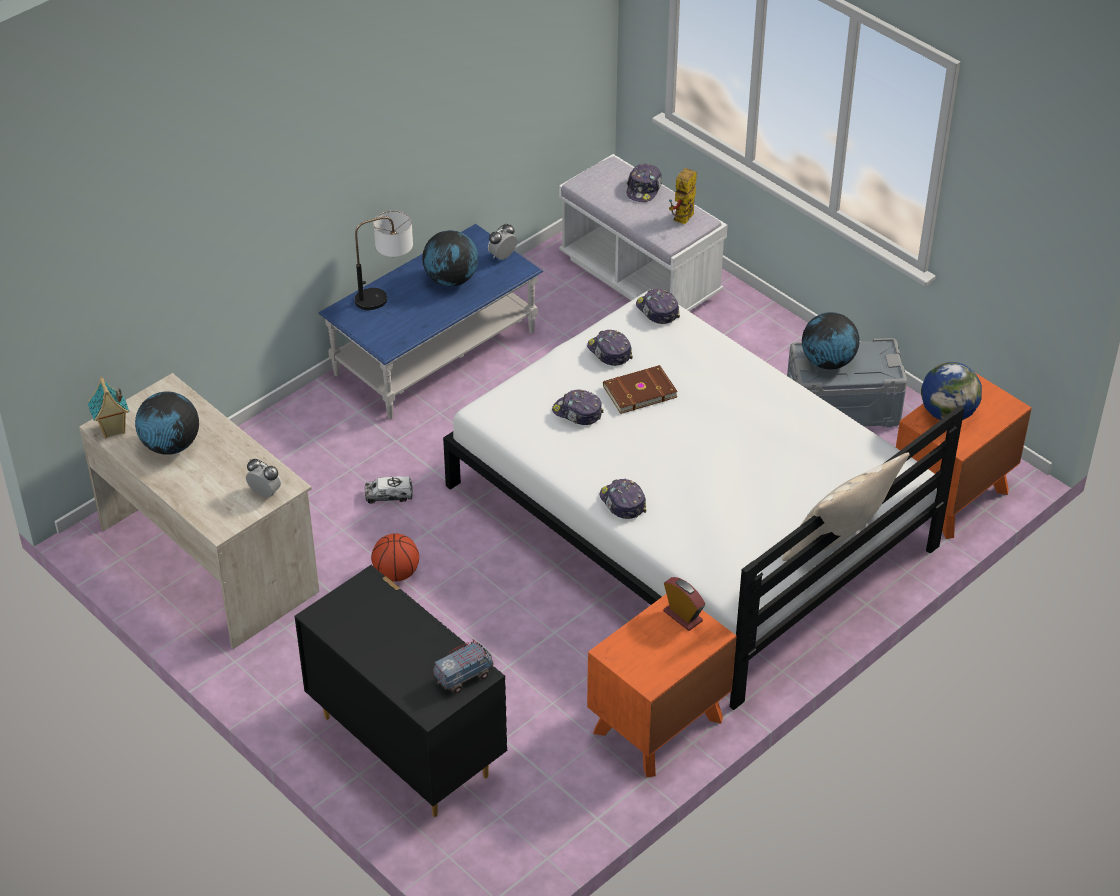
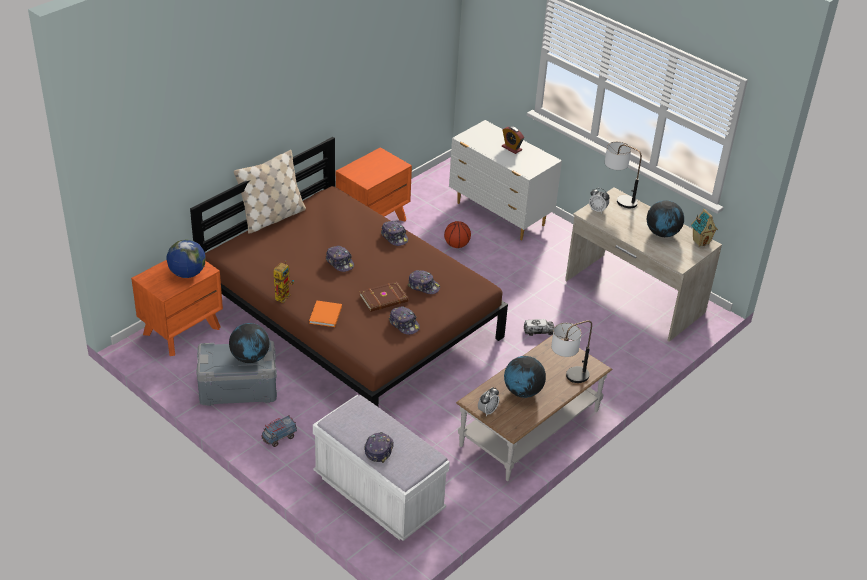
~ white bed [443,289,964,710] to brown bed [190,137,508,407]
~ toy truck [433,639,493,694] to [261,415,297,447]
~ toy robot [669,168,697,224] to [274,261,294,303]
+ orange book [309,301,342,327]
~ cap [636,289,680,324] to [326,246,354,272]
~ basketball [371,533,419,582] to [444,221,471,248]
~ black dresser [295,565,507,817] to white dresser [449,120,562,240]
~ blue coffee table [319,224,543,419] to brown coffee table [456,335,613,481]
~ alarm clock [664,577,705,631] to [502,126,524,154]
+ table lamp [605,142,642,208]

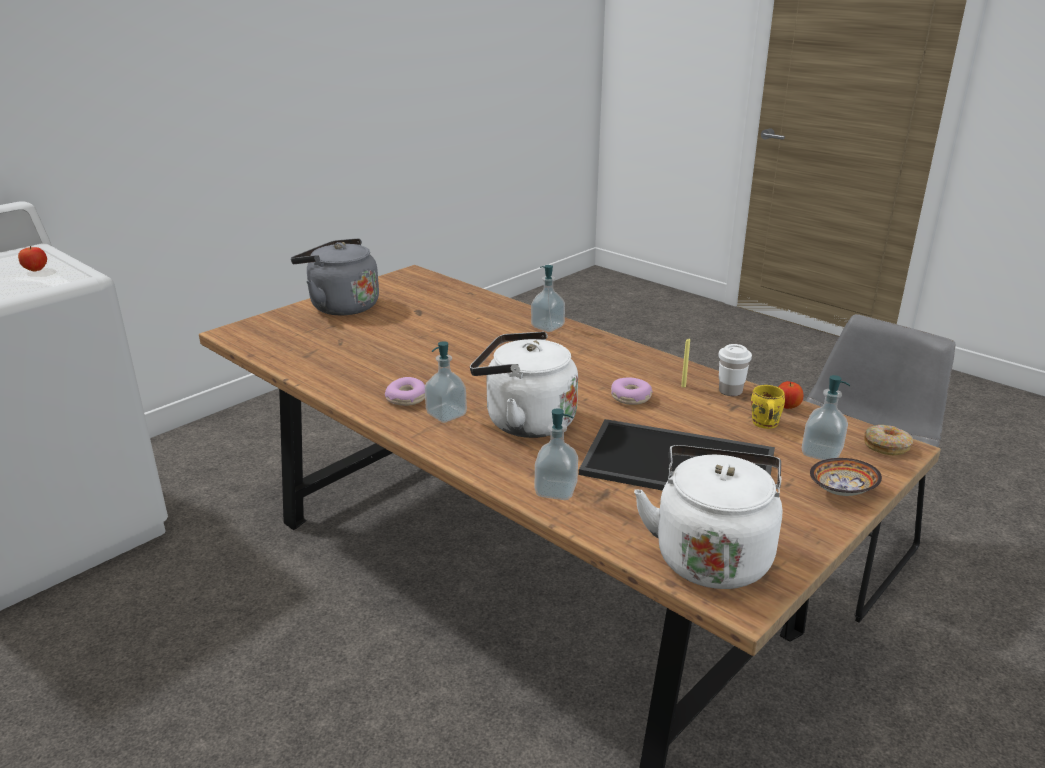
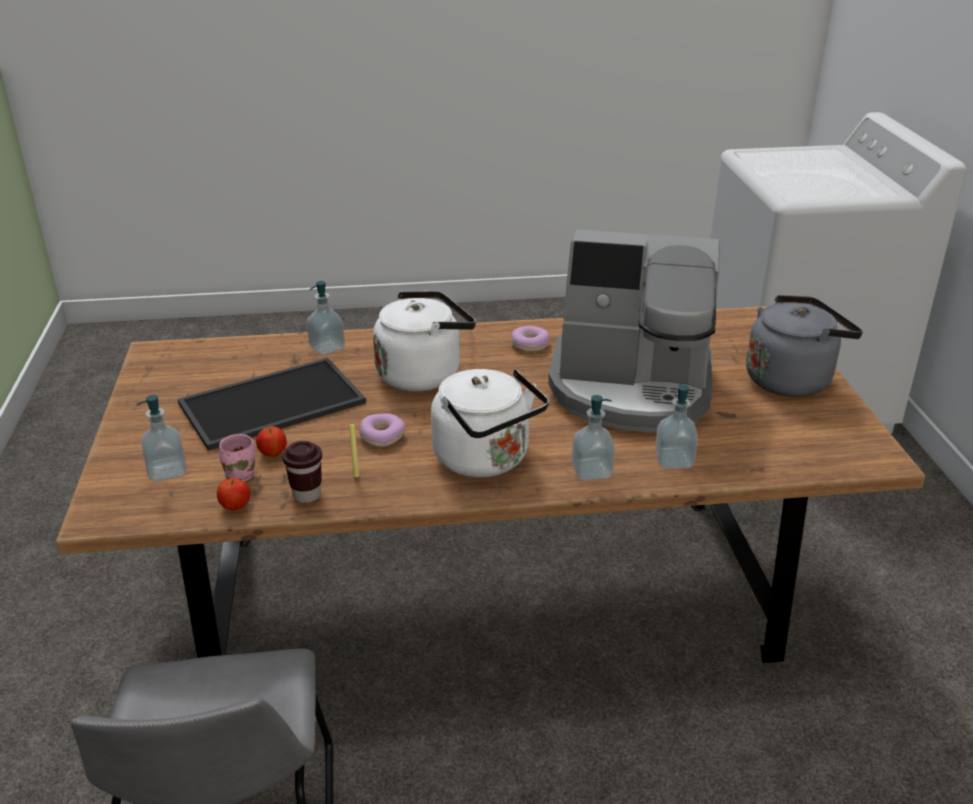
~ yellow mug [751,385,785,429] to pink mug [219,434,256,482]
~ apple [18,246,47,272] to [256,426,287,457]
~ white cup [718,344,752,396] to brown cup [282,441,322,503]
~ white kettle [634,445,783,589] to [431,369,549,478]
+ coffee machine [548,230,720,432]
~ soap dispenser [425,341,467,423] to [655,384,698,469]
- bowl [810,458,882,496]
- donut [864,425,913,455]

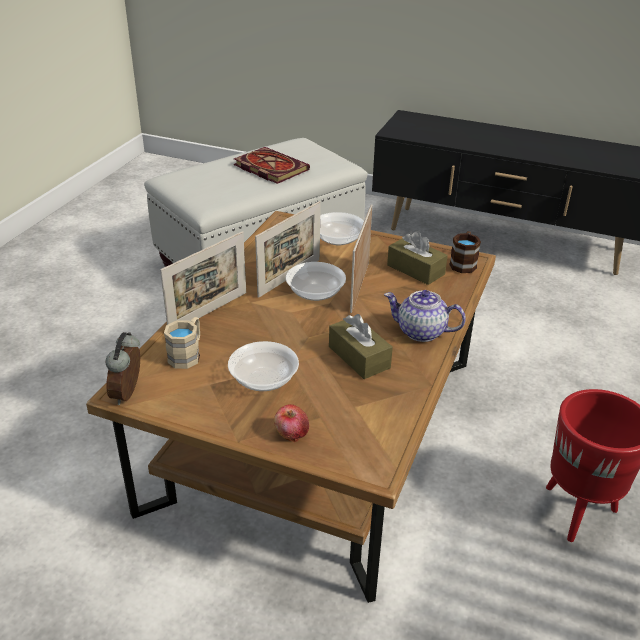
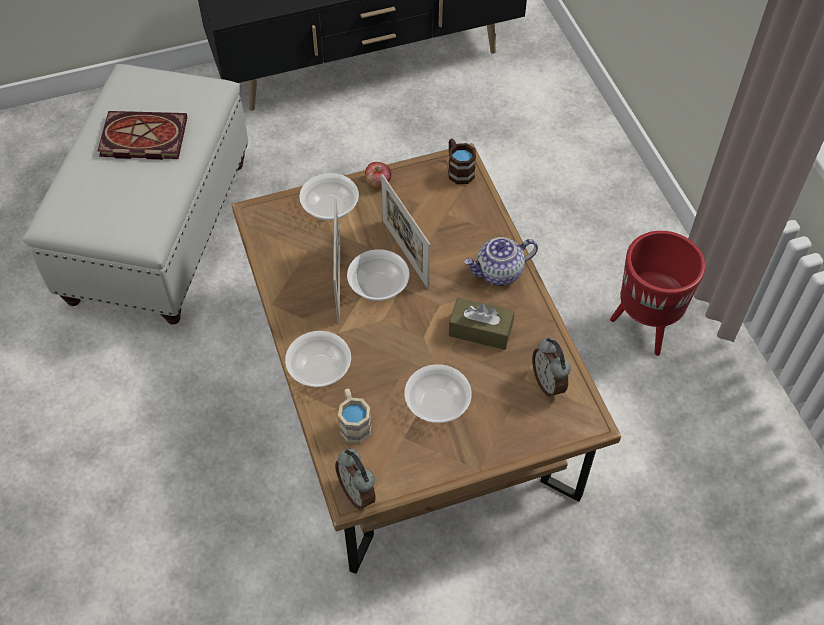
~ picture frame [160,231,246,325] to bowl [285,331,351,387]
~ apple [274,404,309,442] to [365,162,391,188]
+ alarm clock [532,338,571,398]
- brown tissue box [387,231,448,285]

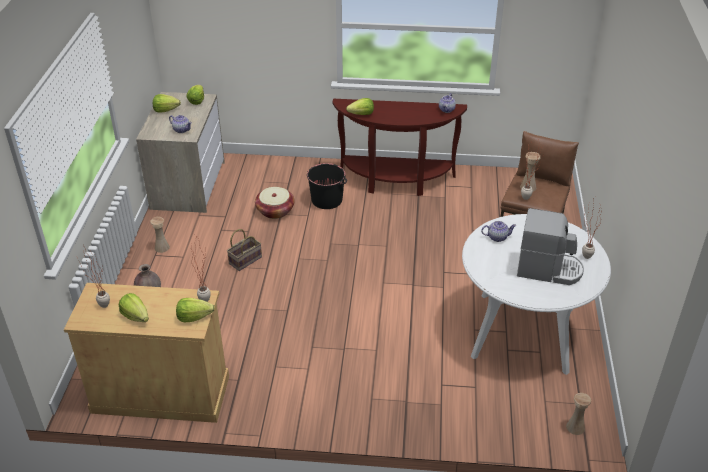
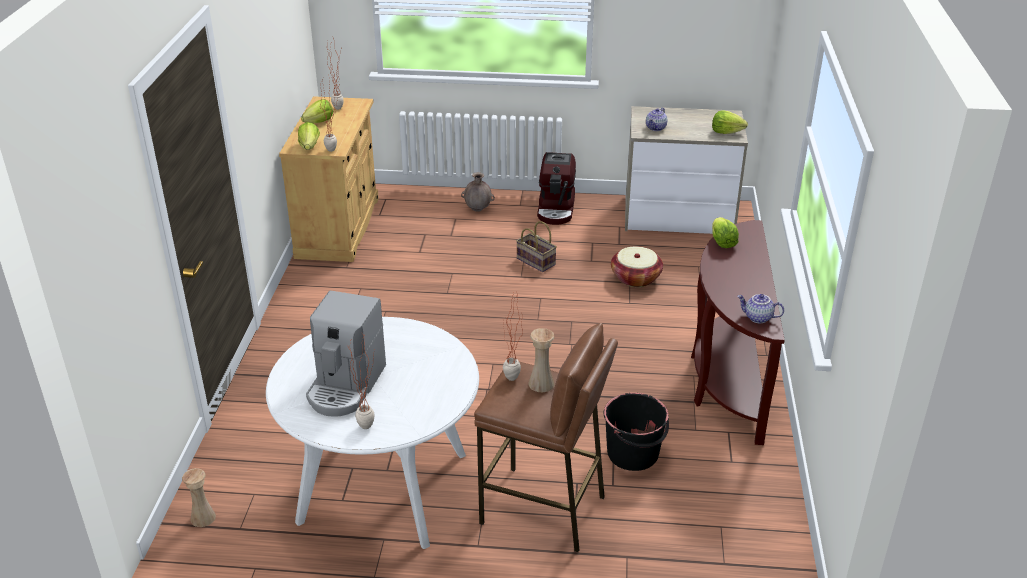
~ beige vase [150,217,170,253] to coffee machine [537,152,576,225]
~ black bucket [307,163,347,209] to [604,393,669,471]
- lettuce [153,94,181,113]
- teapot [481,221,516,242]

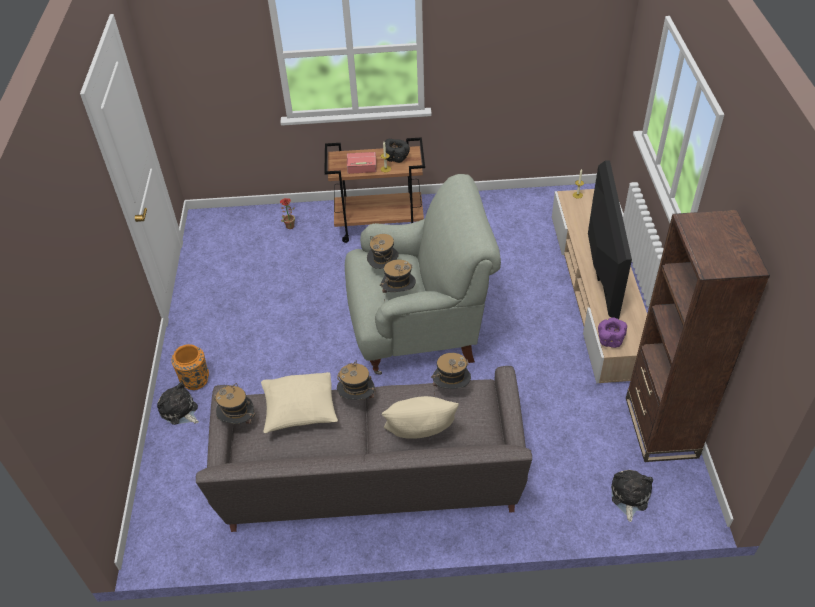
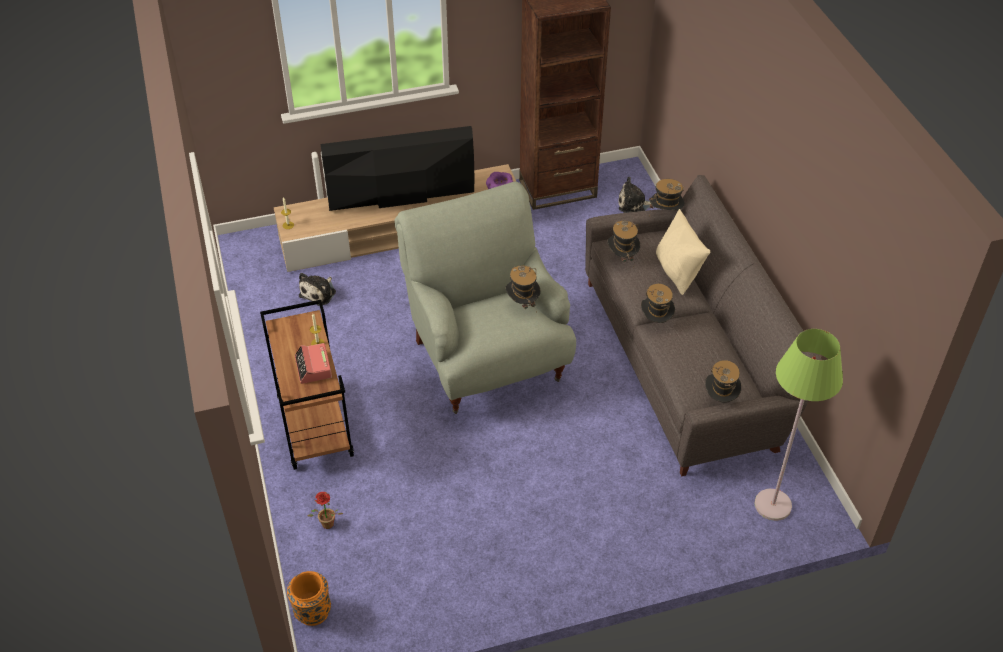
~ orange vase [171,344,209,390] to [287,571,331,626]
~ plush toy [157,382,199,425] to [299,273,336,306]
~ hat [367,234,399,269] to [649,179,685,217]
+ green floor lamp [755,329,843,521]
- beige pillow [261,372,338,433]
- black bowl [385,139,410,163]

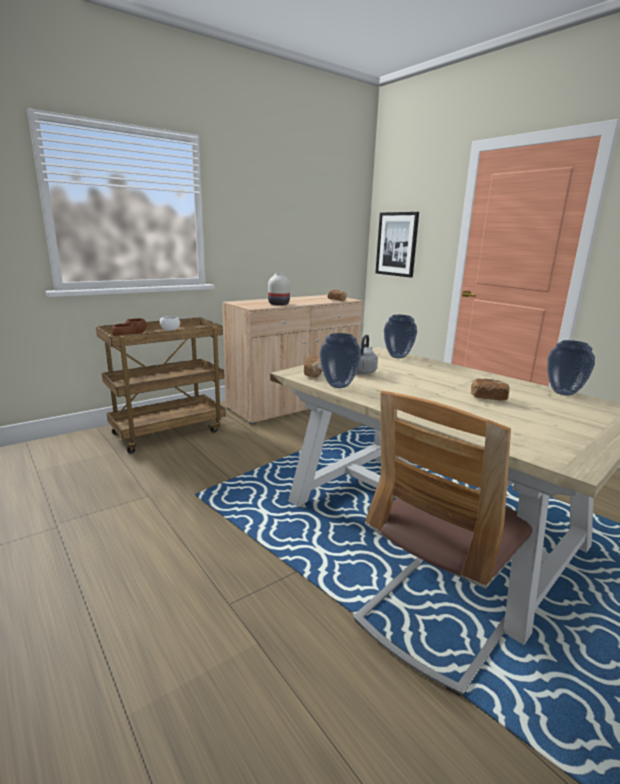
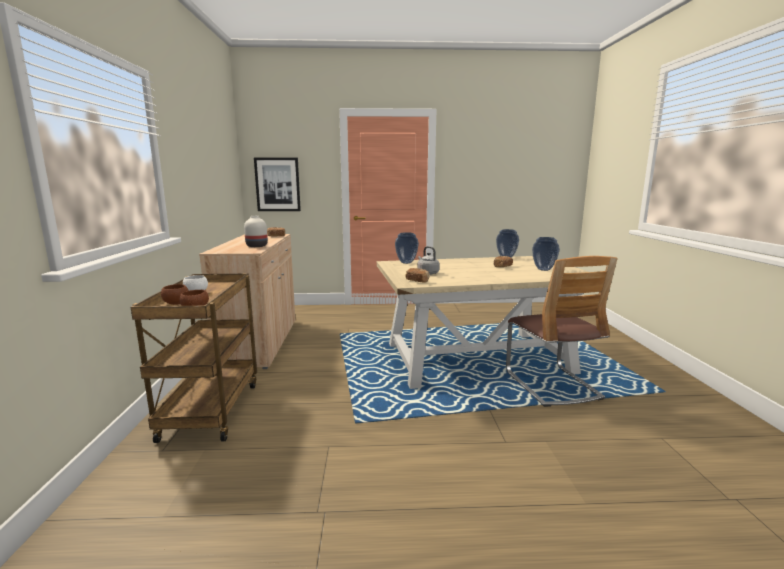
~ vase [320,333,361,388] to [532,237,560,271]

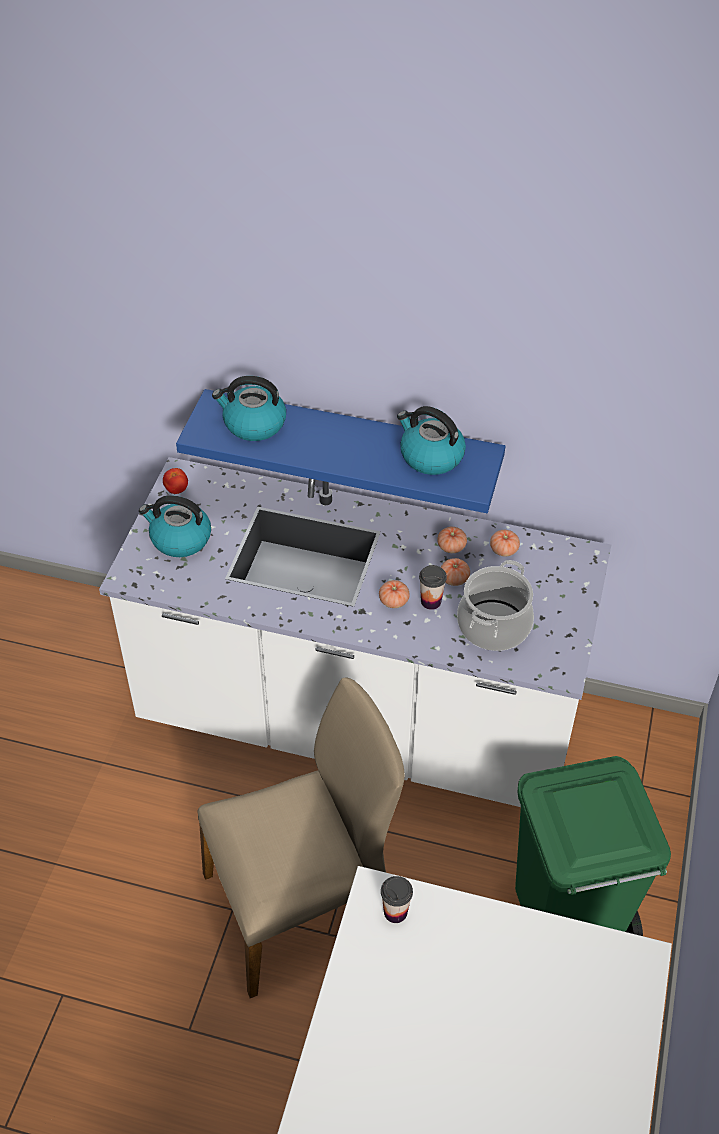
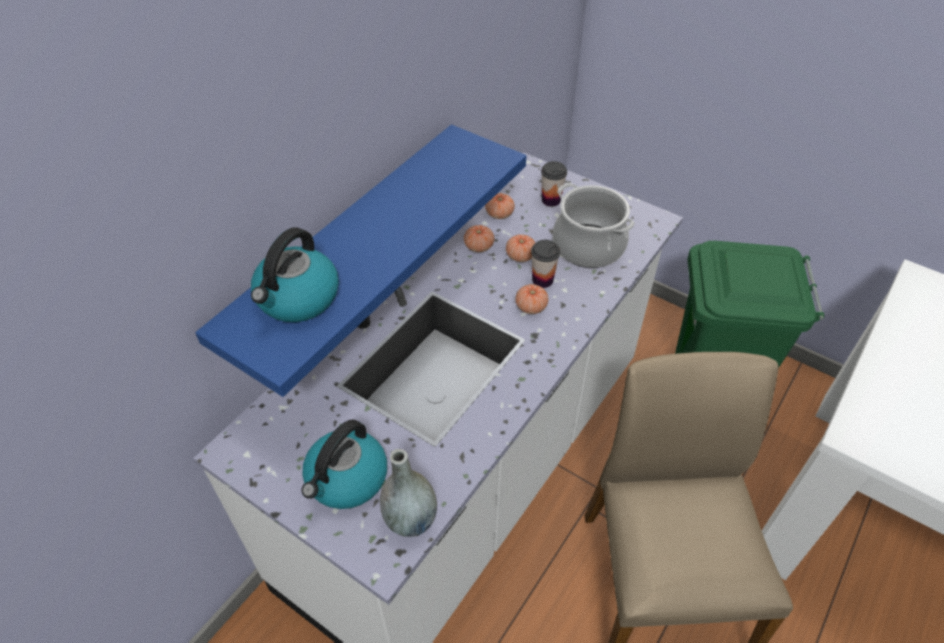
+ grey vase [380,449,437,537]
~ cup [381,876,413,923] to [541,161,567,207]
- tomato [163,468,188,494]
- kettle [397,406,466,475]

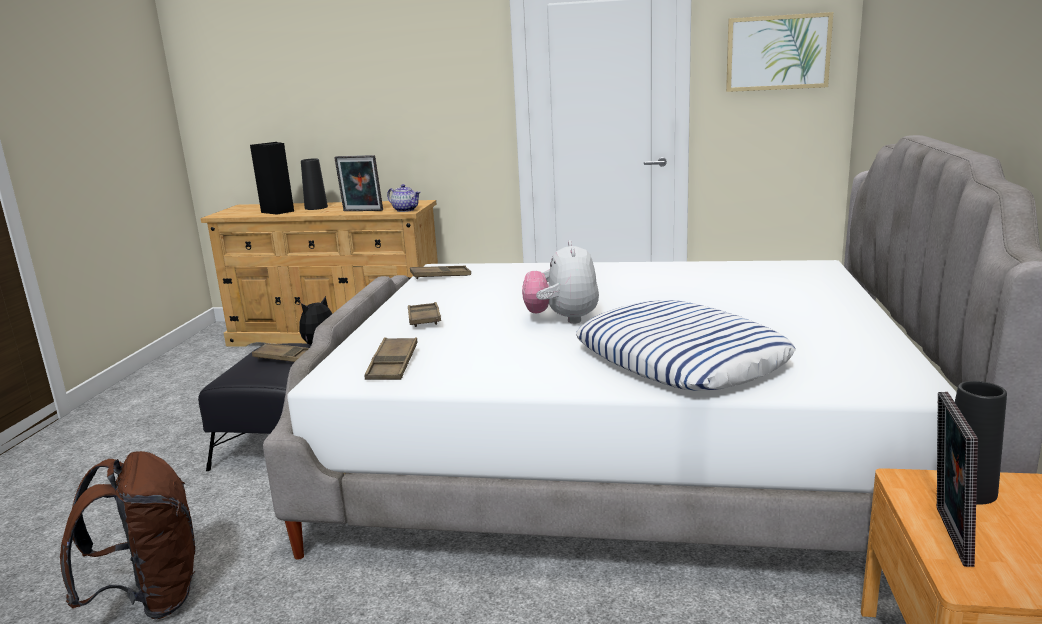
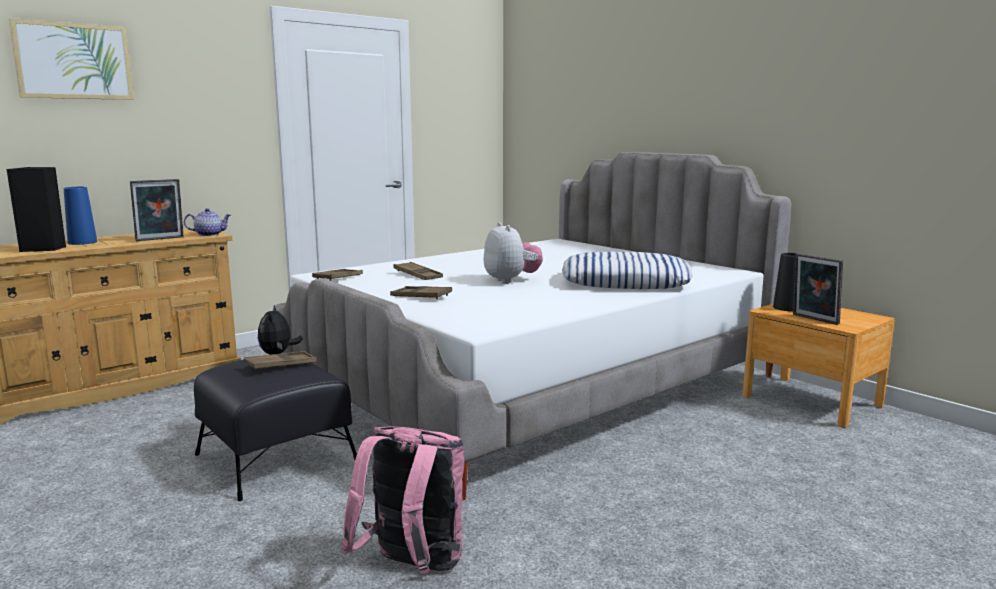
~ picture [726,12,833,92] to [9,18,134,100]
~ black vase [301,158,328,210] to blue vase [64,187,97,245]
~ brown backpack [60,451,195,619] to pink backpack [341,426,464,574]
~ brown tray [365,337,418,380] to [393,262,443,280]
~ plush toy [522,240,599,324] = [484,222,543,284] 150 degrees counterclockwise

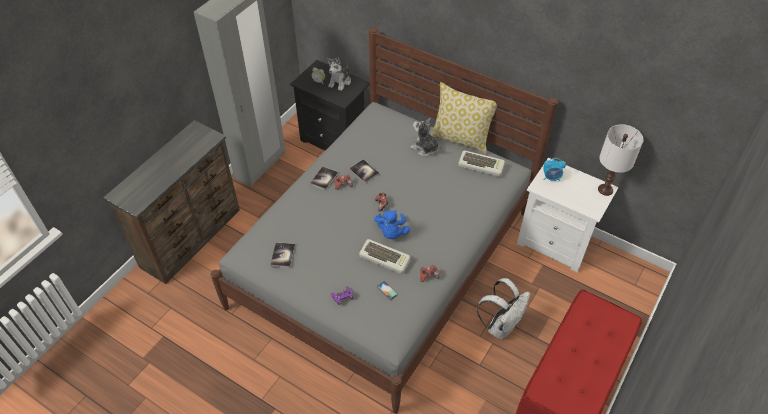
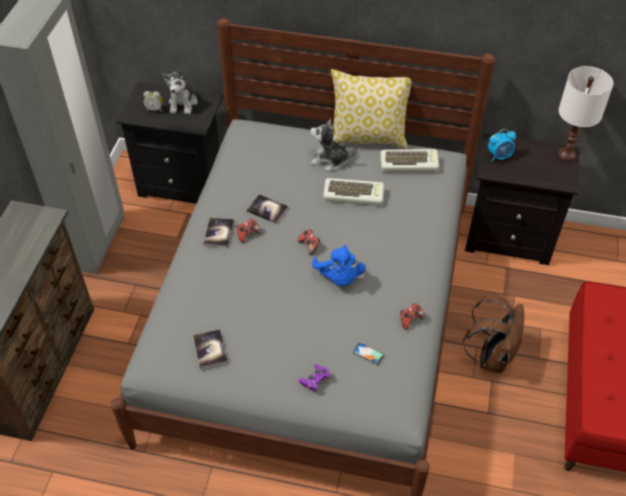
~ keyboard [359,239,411,274] to [323,178,384,206]
~ white backpack [477,278,530,339] to brown backpack [463,294,524,373]
~ white nightstand [517,158,619,272] to black nightstand [465,133,580,265]

